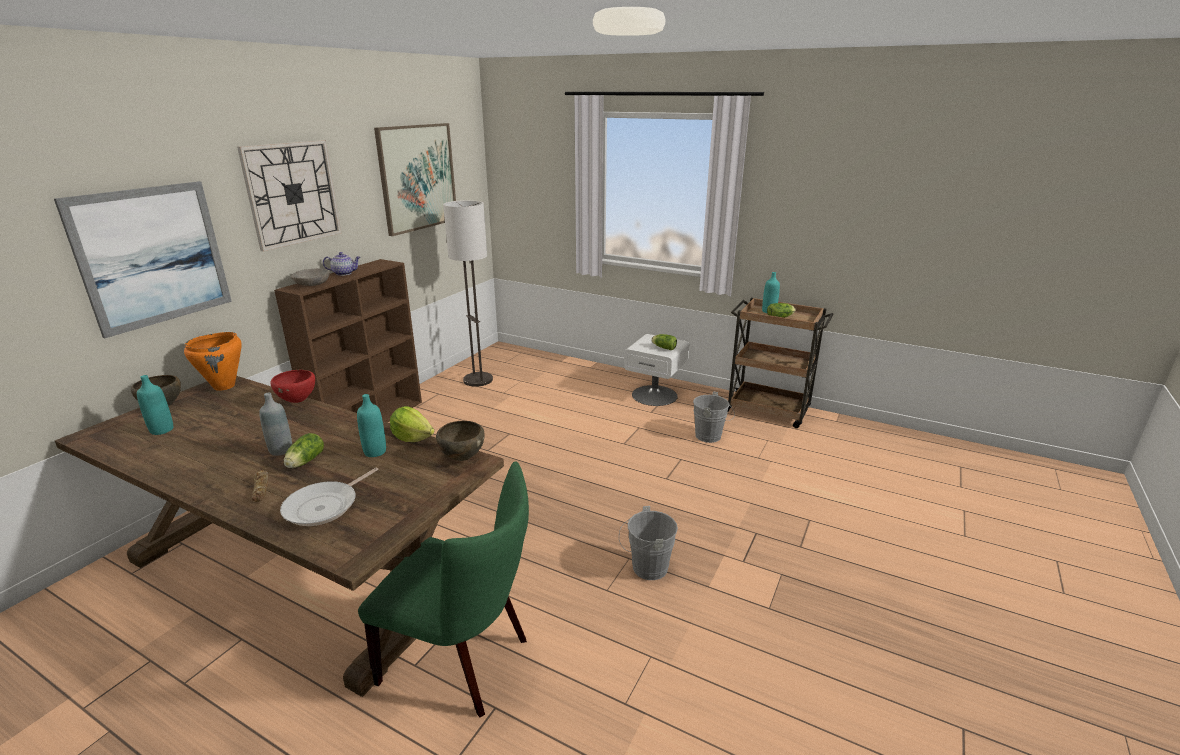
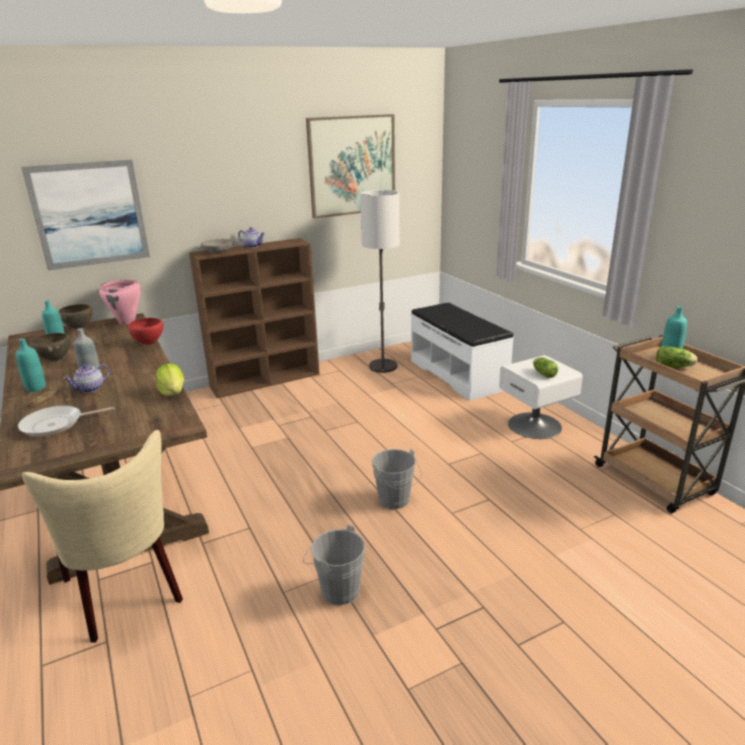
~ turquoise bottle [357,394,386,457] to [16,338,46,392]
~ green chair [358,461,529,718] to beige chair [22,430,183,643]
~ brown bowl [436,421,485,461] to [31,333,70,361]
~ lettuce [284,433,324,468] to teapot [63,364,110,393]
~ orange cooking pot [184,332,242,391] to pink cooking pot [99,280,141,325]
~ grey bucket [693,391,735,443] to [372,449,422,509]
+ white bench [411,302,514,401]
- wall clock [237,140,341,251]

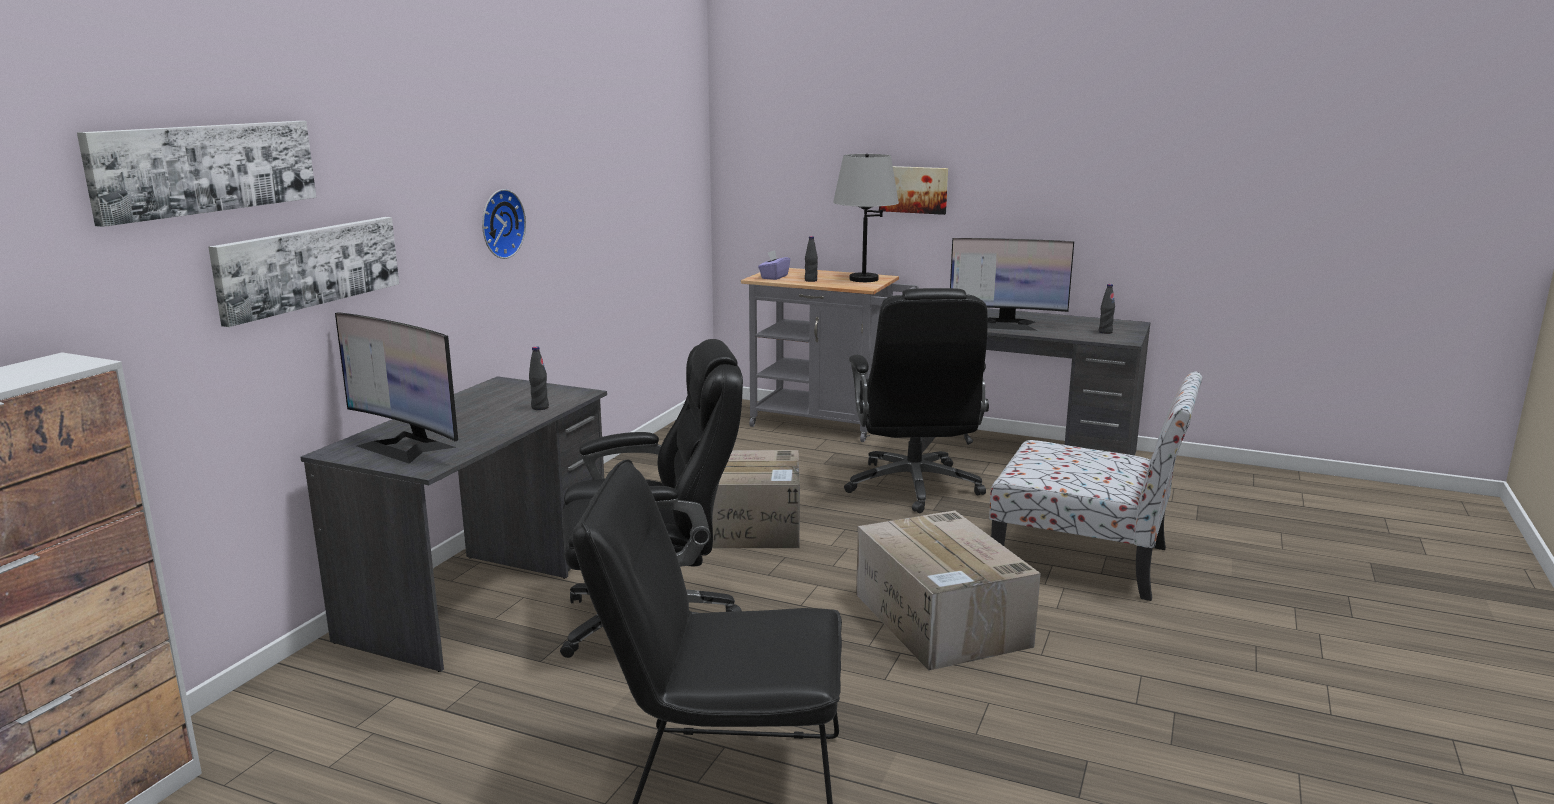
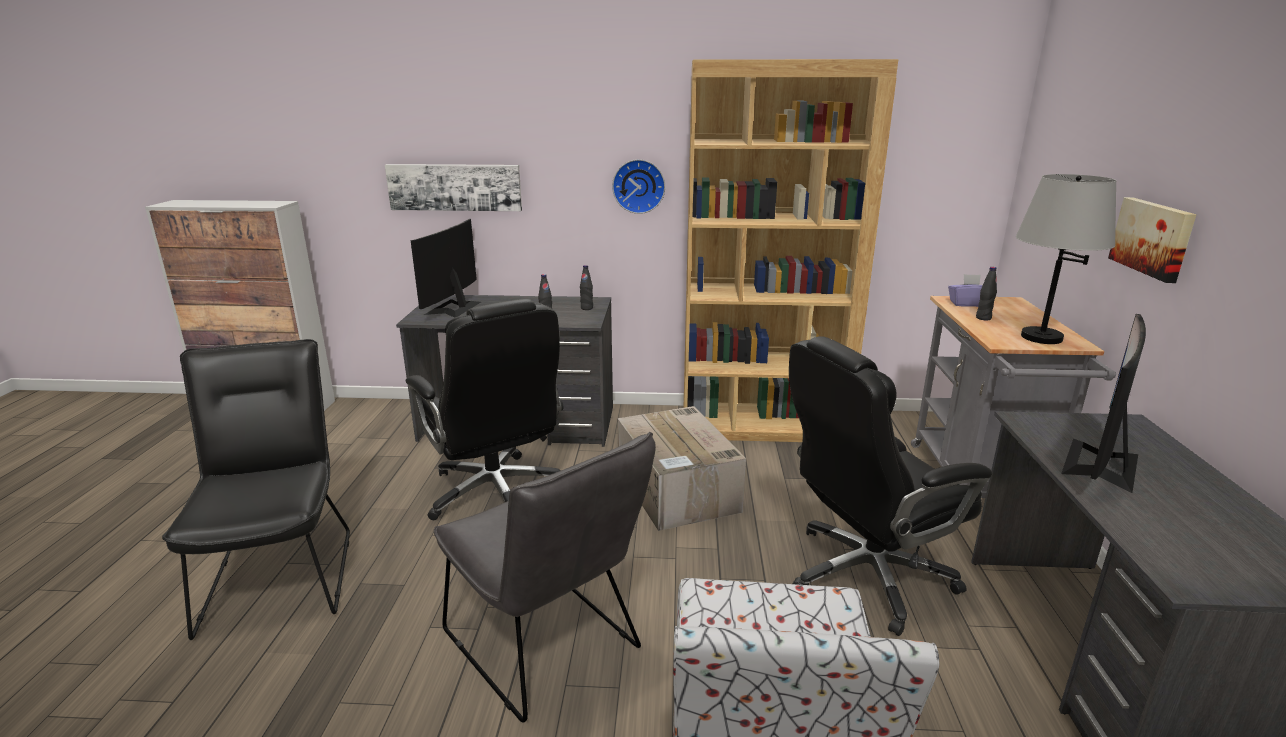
~ cardboard box [856,510,1041,671] to grey chair [434,432,656,722]
~ black bottle [1099,284,1115,334] to [580,265,593,310]
+ brown bookcase [683,59,898,442]
~ monitor [950,238,1074,331] = [1061,314,1146,493] 45 degrees clockwise
- picture [77,121,316,227]

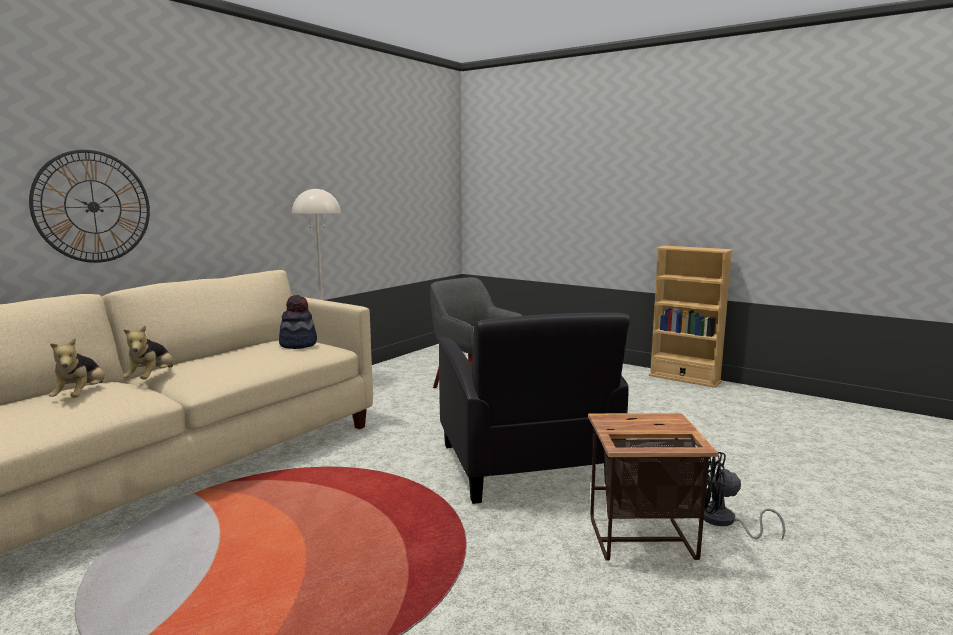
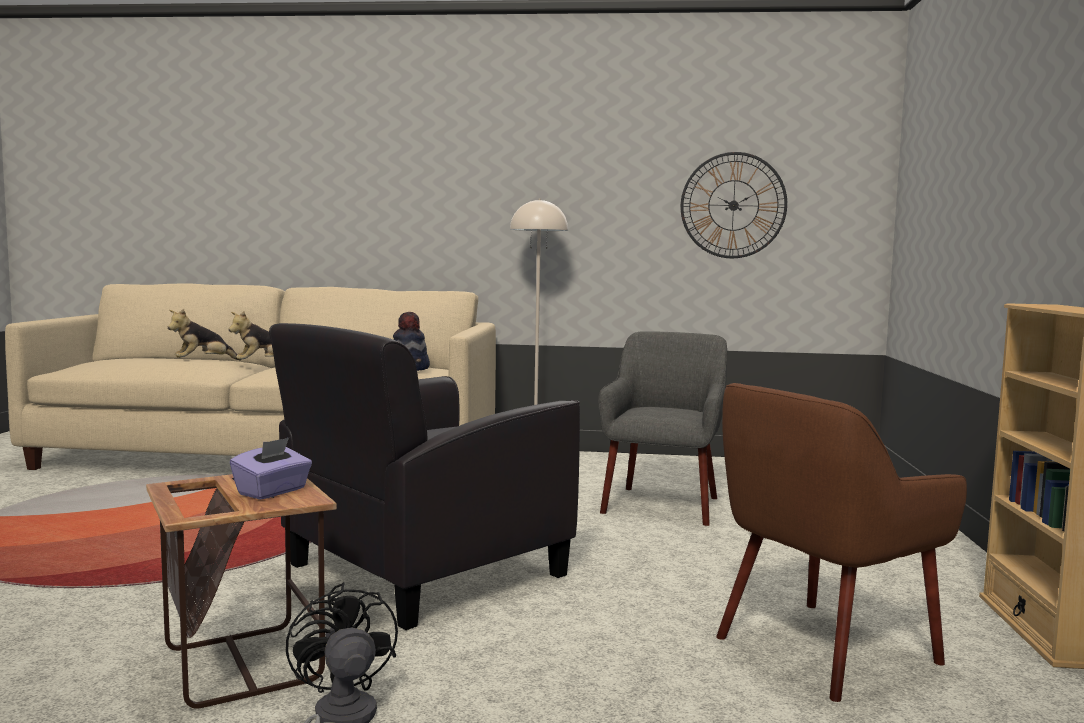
+ purple tissue box [230,438,312,500]
~ wall clock [29,150,150,263] to [681,152,787,258]
+ brown armchair [716,383,967,702]

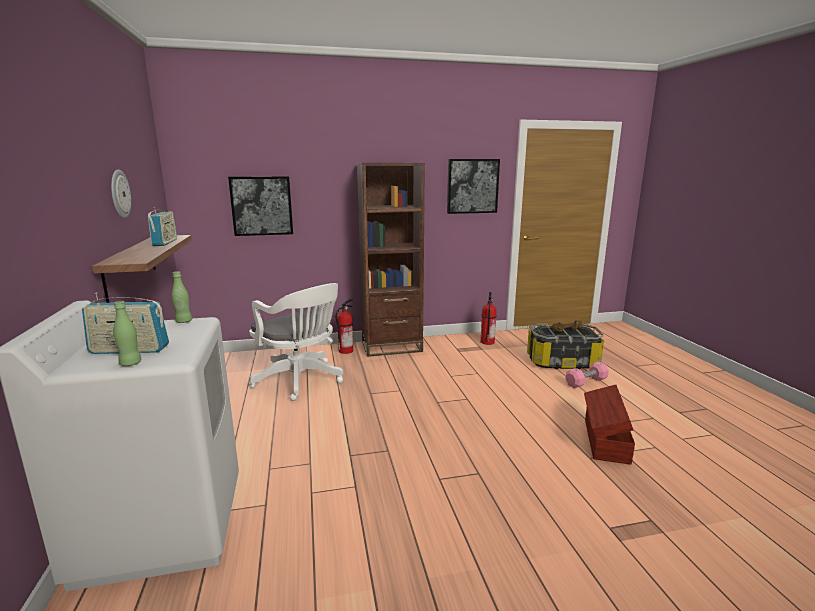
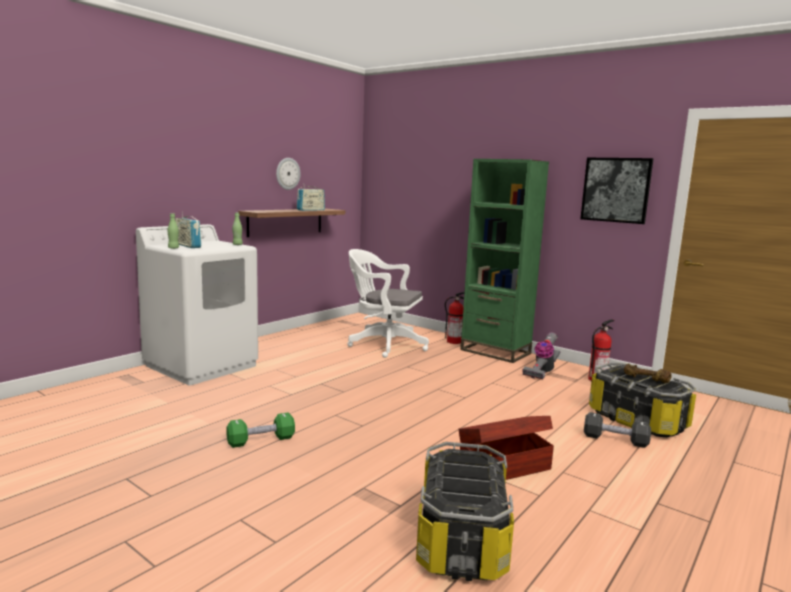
+ green dumbbell [226,413,295,448]
~ white office chair [249,283,343,401] = [347,249,429,358] 105 degrees clockwise
+ storage box [416,442,514,581]
~ brown bookcase [357,163,425,357] to green bookcase [460,159,549,363]
+ vacuum cleaner [522,332,560,379]
~ pink dumbbell [565,361,609,388] to black dumbbell [584,412,651,448]
- picture [228,176,293,236]

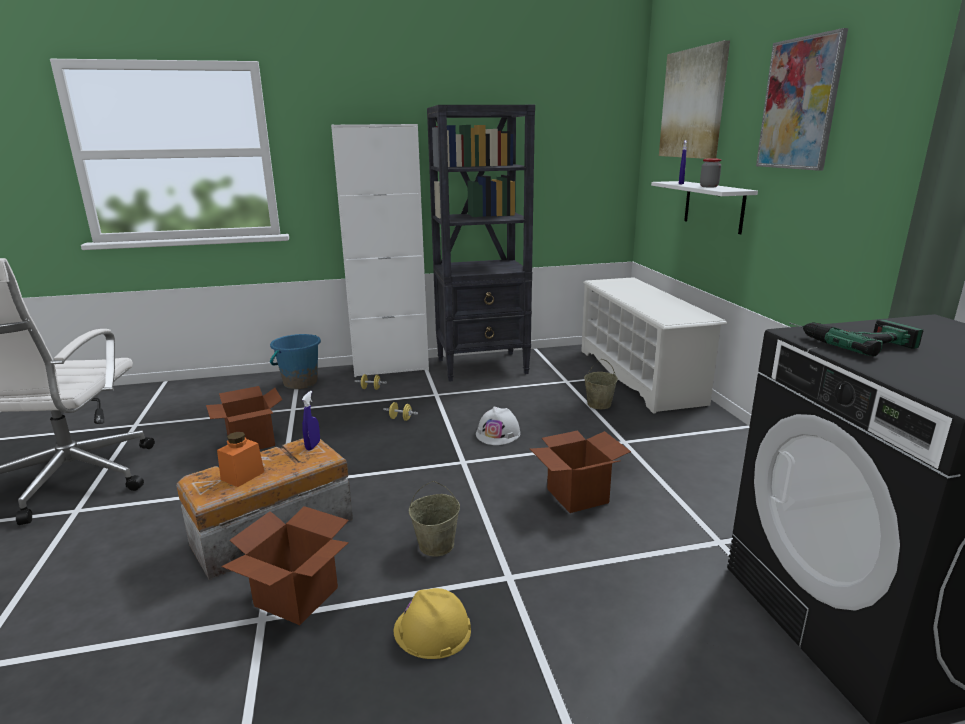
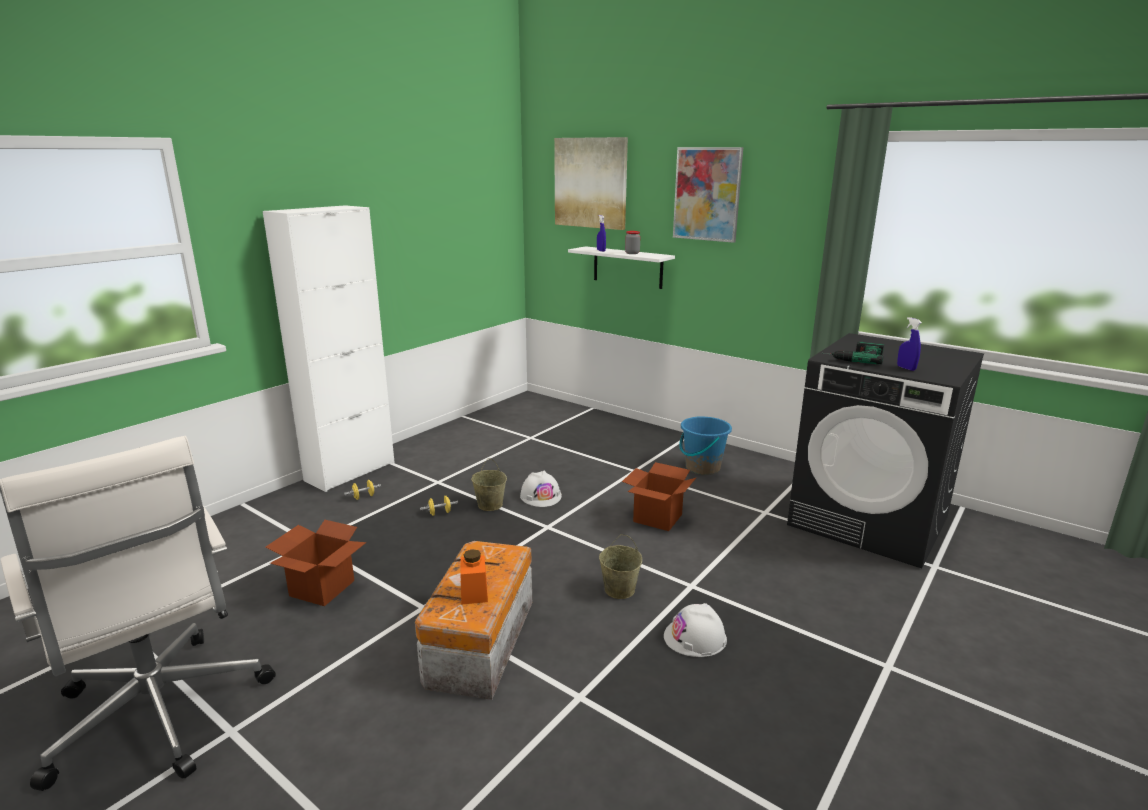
~ beige bucket [584,359,618,409] to [471,458,507,511]
~ yellow hard hat [394,588,471,659] to white hard hat [664,603,727,657]
~ blue bucket [270,334,321,389] to [679,416,732,475]
~ blue spray bottle [302,391,320,451] to [897,317,922,371]
- cardboard box [221,506,349,625]
- black bookcase [427,105,535,382]
- white shoe rack [581,277,727,414]

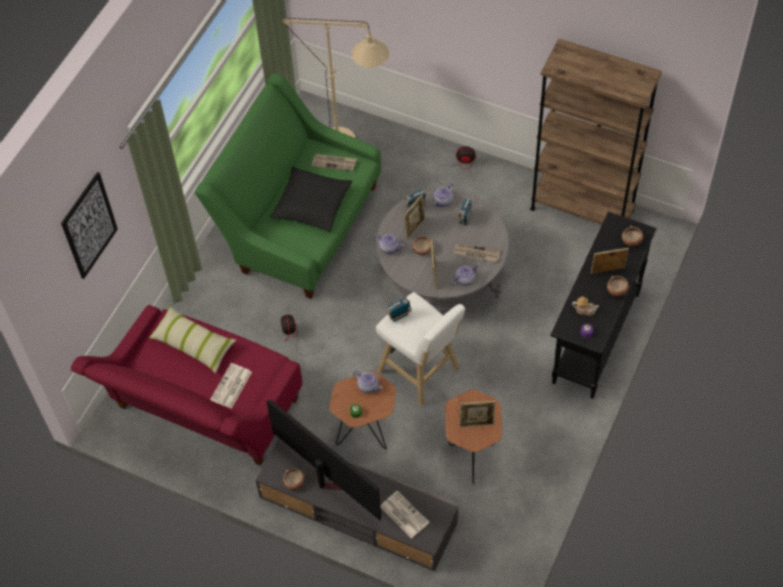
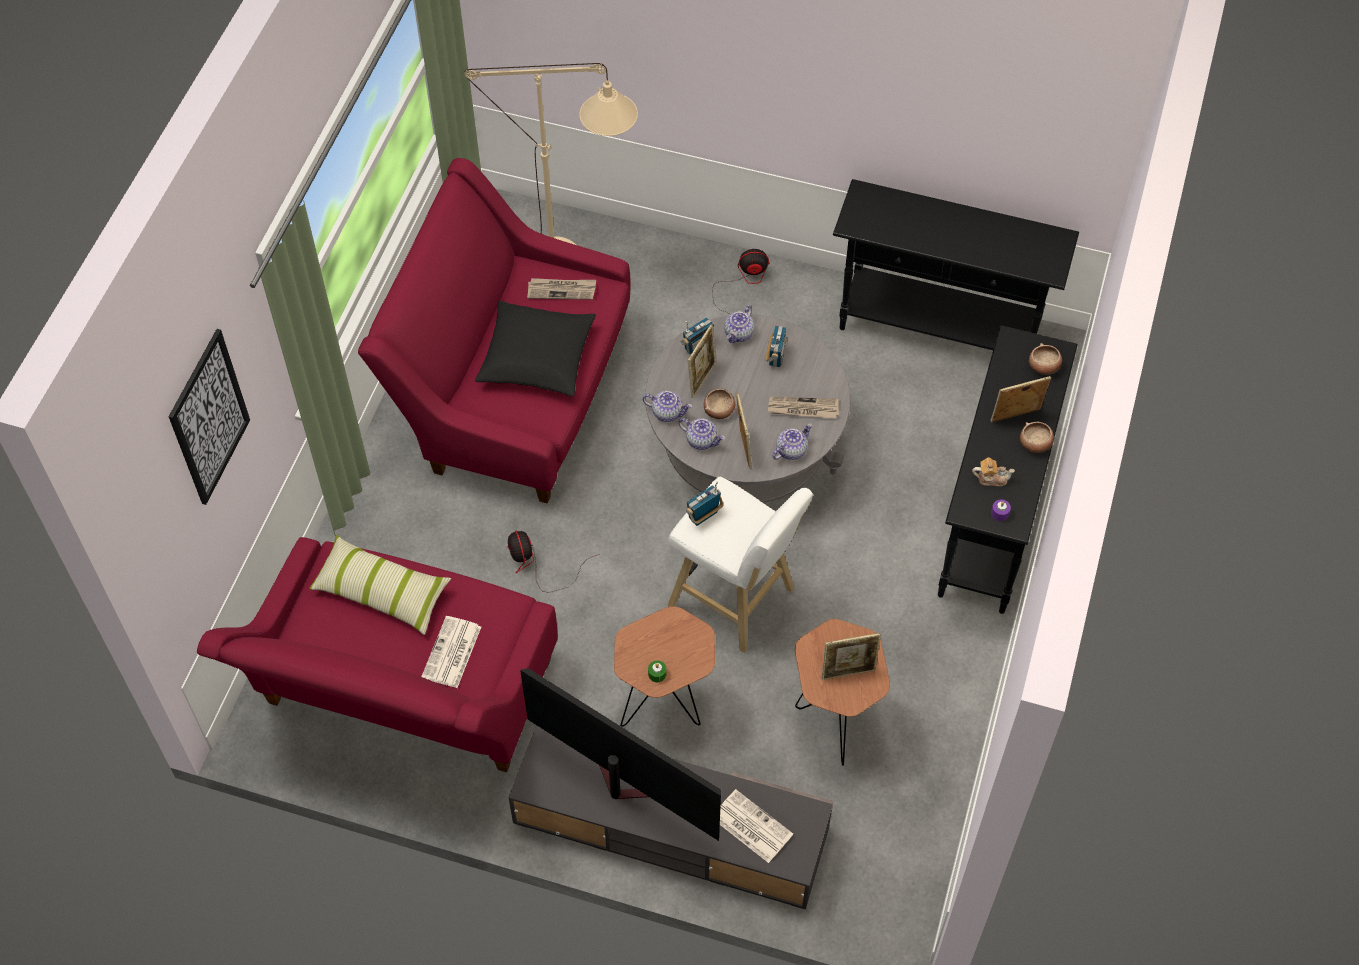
~ green sofa [195,73,381,299] to red sofa [358,158,630,504]
~ teapot [353,371,382,394] to [678,418,725,450]
~ brown bookcase [530,39,662,225] to black console table [833,179,1079,350]
- bowl [283,469,305,490]

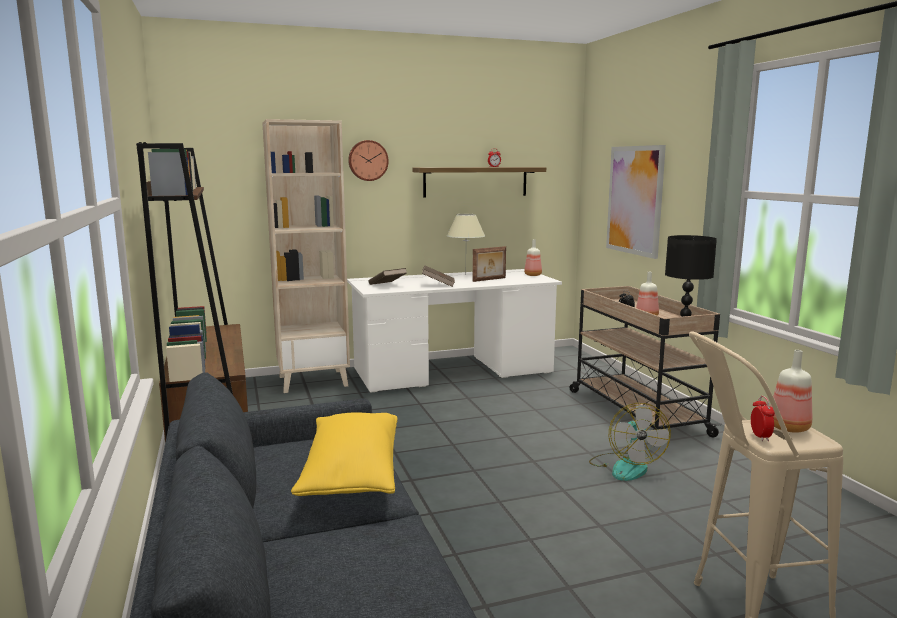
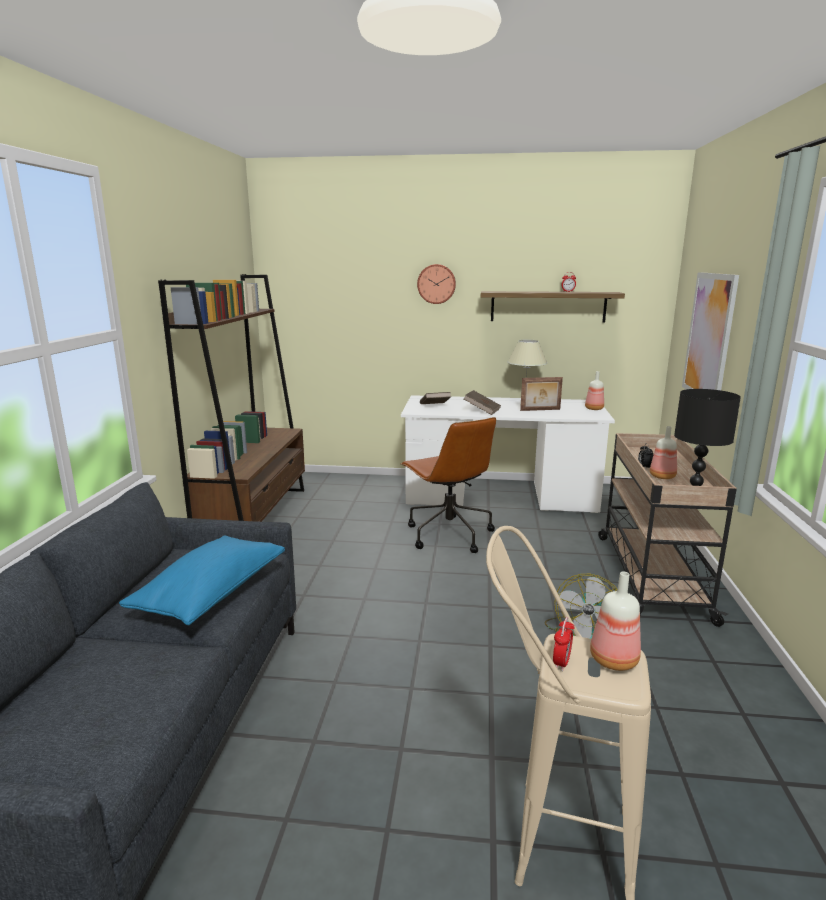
~ yellow pillow [291,413,398,496] to blue pillow [119,535,285,625]
+ brown office chair [401,417,496,553]
- beige bookcase [262,119,350,393]

